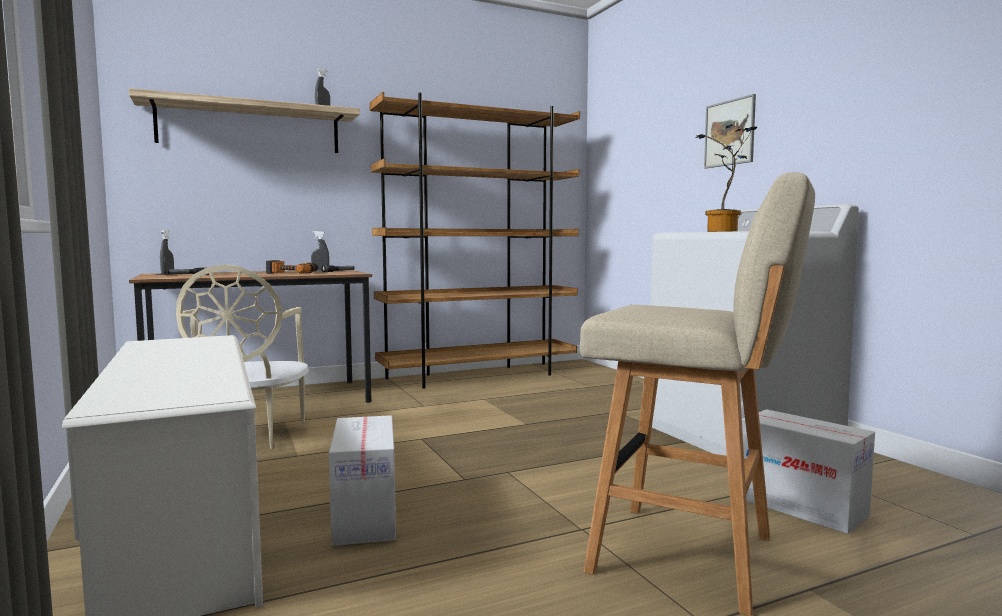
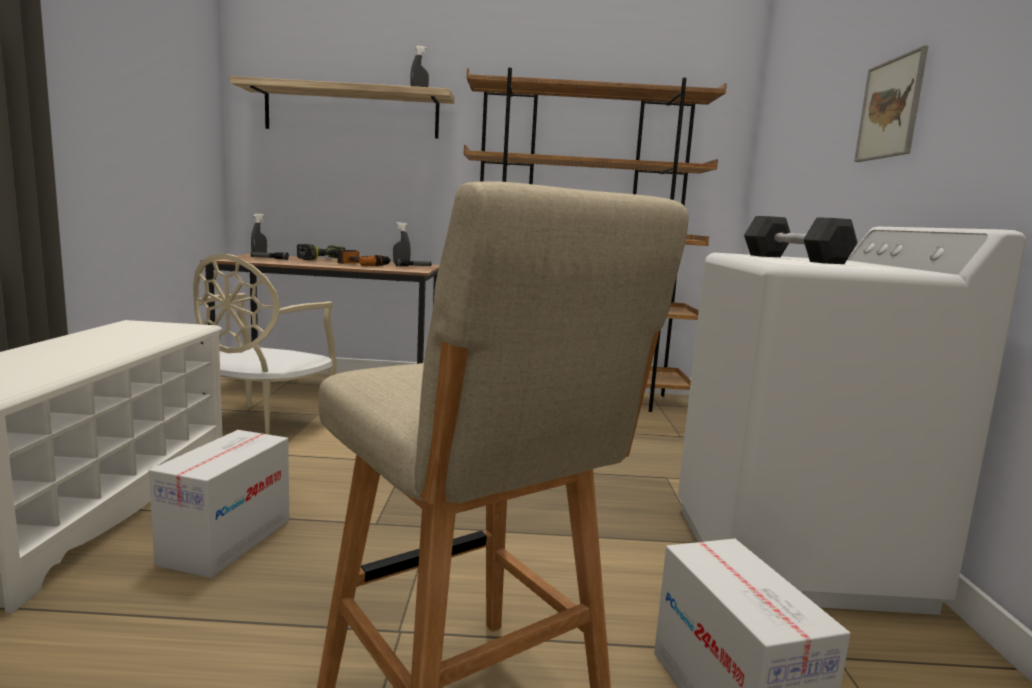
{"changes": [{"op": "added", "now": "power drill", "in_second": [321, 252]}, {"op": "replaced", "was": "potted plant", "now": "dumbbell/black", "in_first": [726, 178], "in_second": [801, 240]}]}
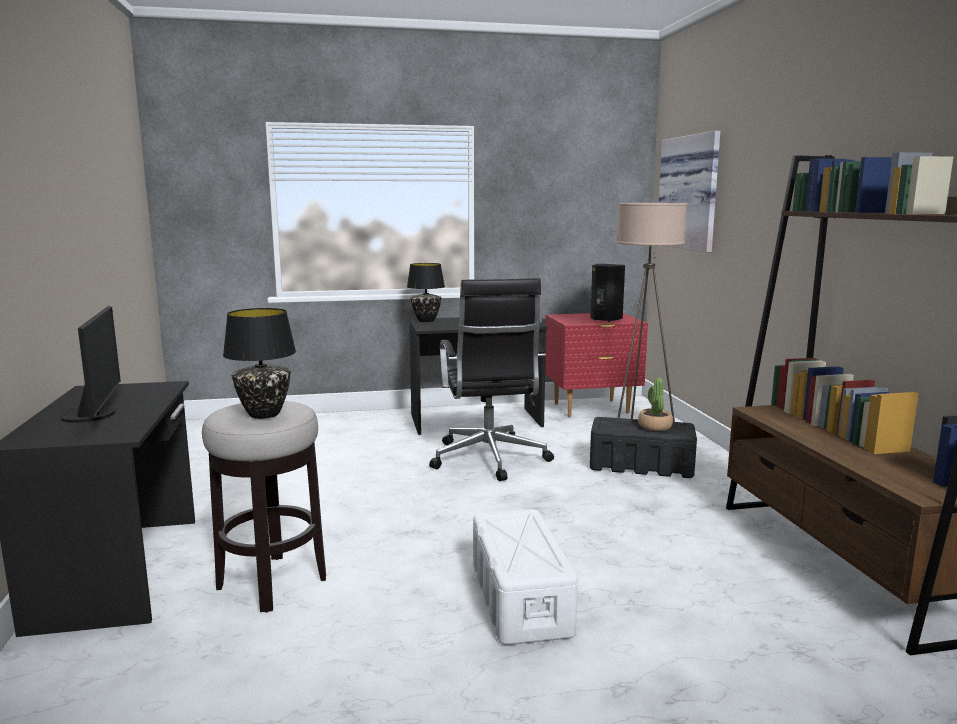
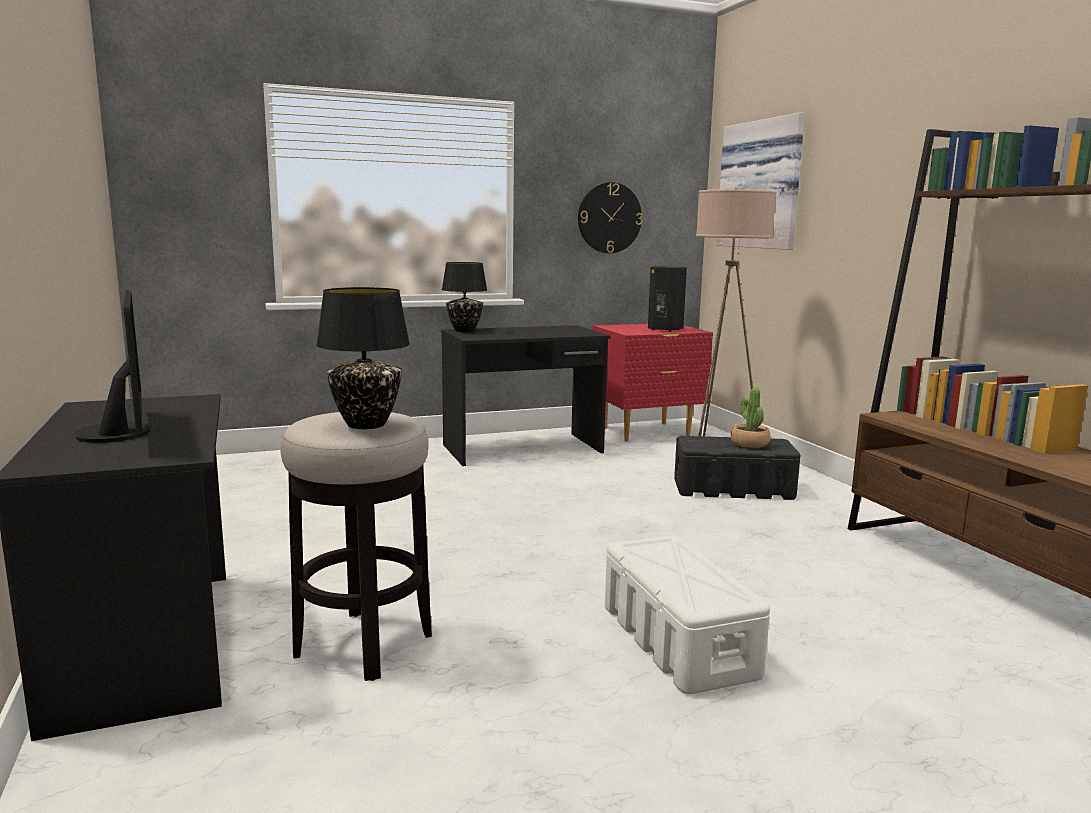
{"changes": [{"op": "added", "now": "wall clock", "in_second": [610, 217]}, {"op": "removed", "was": "office chair/black", "in_first": [491, 379]}]}
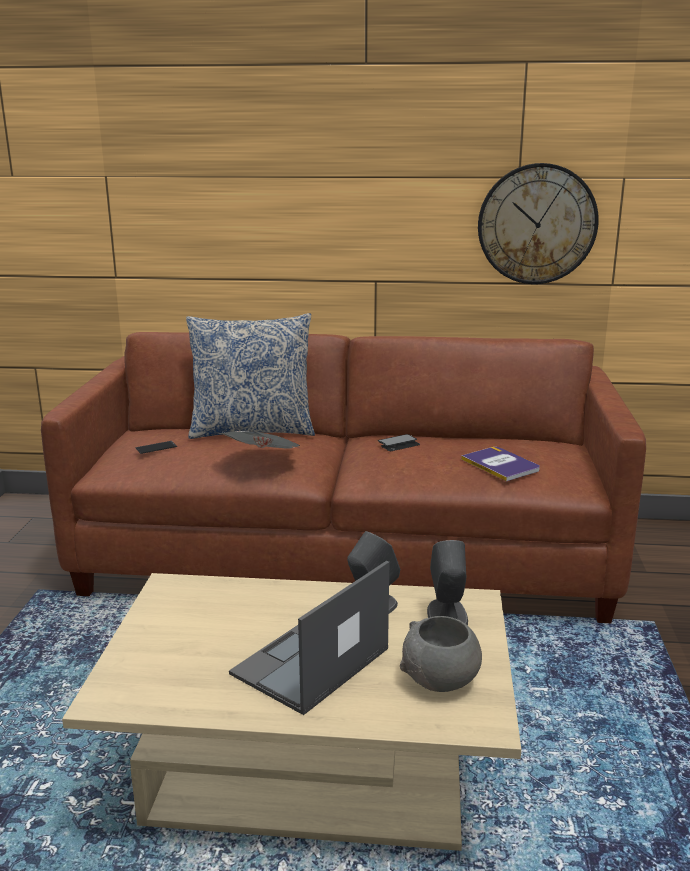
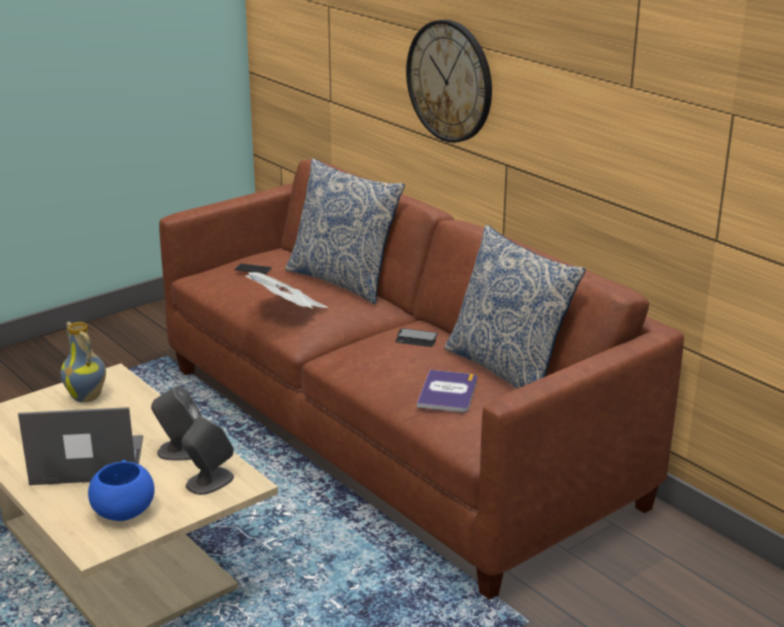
{"changes": [{"op": "added", "now": "vase", "in_second": [83, 362]}, {"op": "recoloured", "was": "bowl/grey", "now": "bowl/blue", "in_first": [441, 654], "in_second": [121, 490]}, {"op": "moved", "was": "wall clock", "in_first": [538, 223], "in_second": [449, 81]}, {"op": "added", "now": "pillow", "in_second": [515, 307]}]}
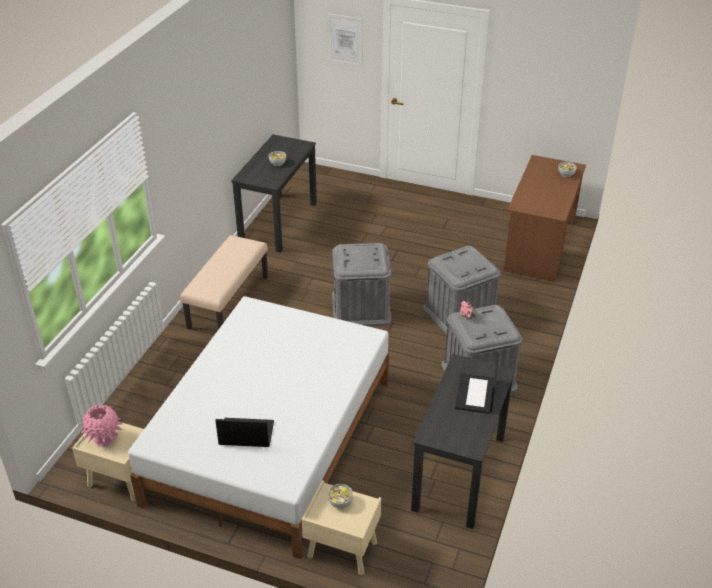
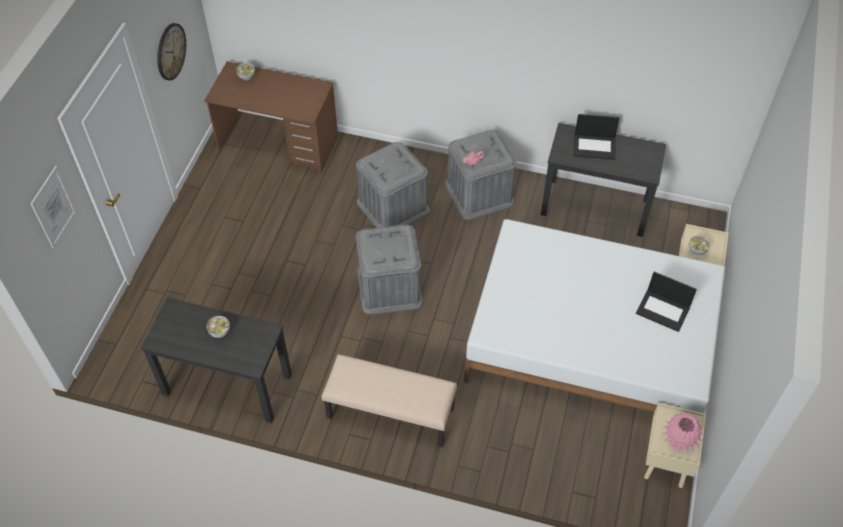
{"changes": [{"op": "added", "now": "wall clock", "in_second": [171, 51]}, {"op": "turned", "was": "laptop", "in_first": [244, 432], "in_second": [666, 302], "clockwise": -60}]}
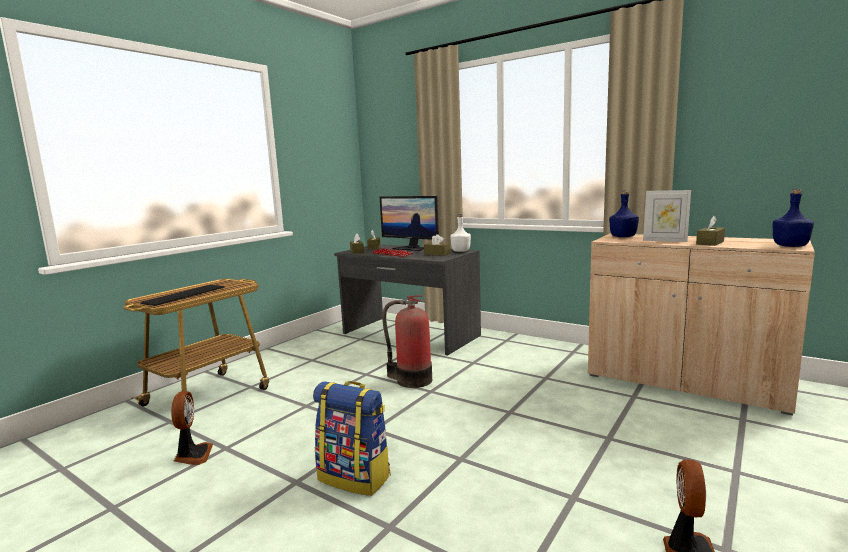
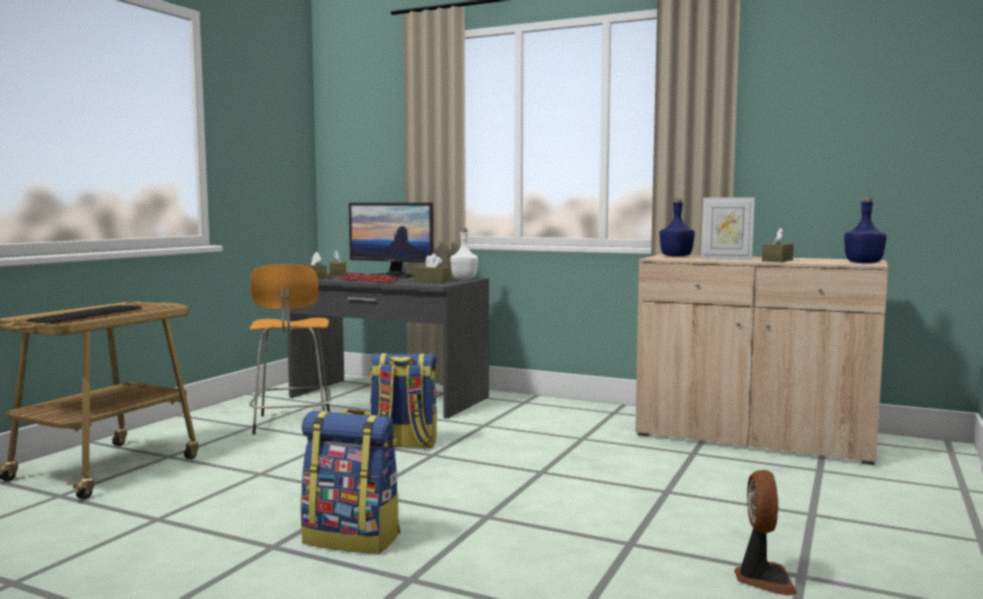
{"changes": [{"op": "added", "now": "stool/orange", "in_second": [290, 349]}, {"op": "replaced", "was": "fire extinguisher", "now": "backpack", "in_first": [407, 341], "in_second": [403, 400]}, {"op": "removed", "was": "fan", "in_first": [192, 428]}]}
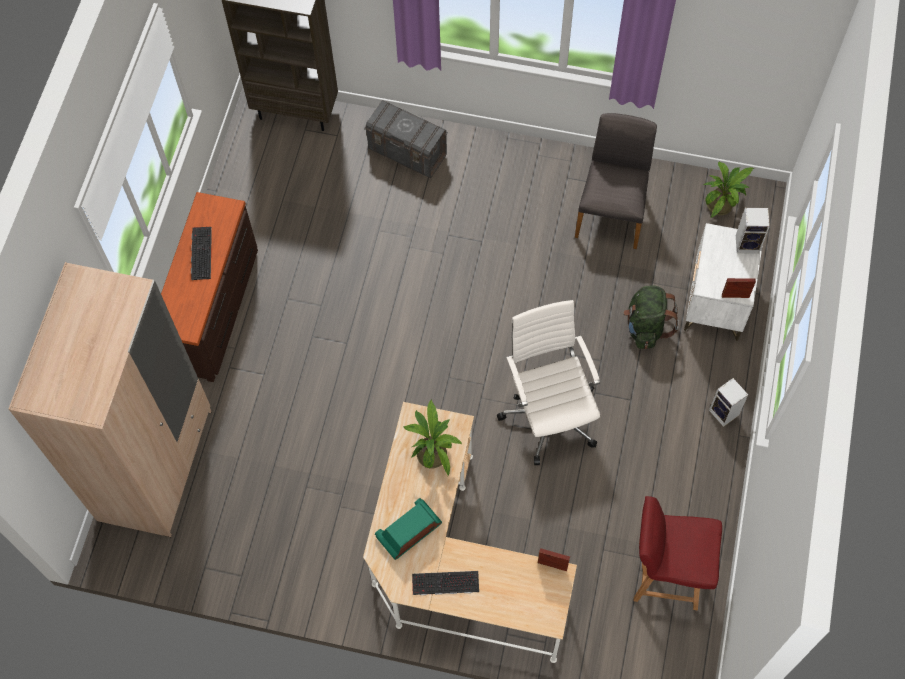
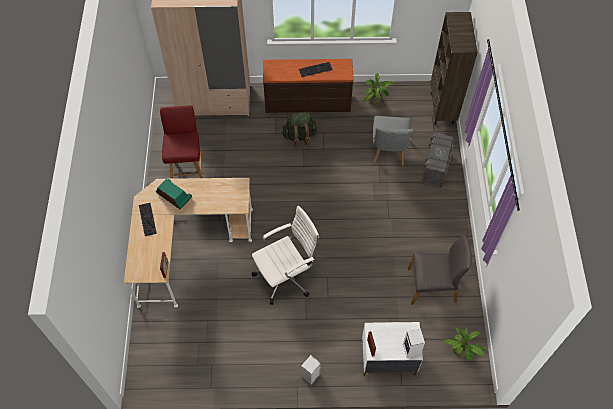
{"changes": [{"op": "moved", "was": "chair/red", "in_first": [677, 553], "in_second": [182, 142]}, {"op": "moved", "was": "backpack/green", "in_first": [651, 317], "in_second": [299, 130]}, {"op": "moved", "was": "potted plant", "in_first": [432, 437], "in_second": [379, 89]}, {"op": "added", "now": "chair/grey", "in_second": [393, 141]}]}
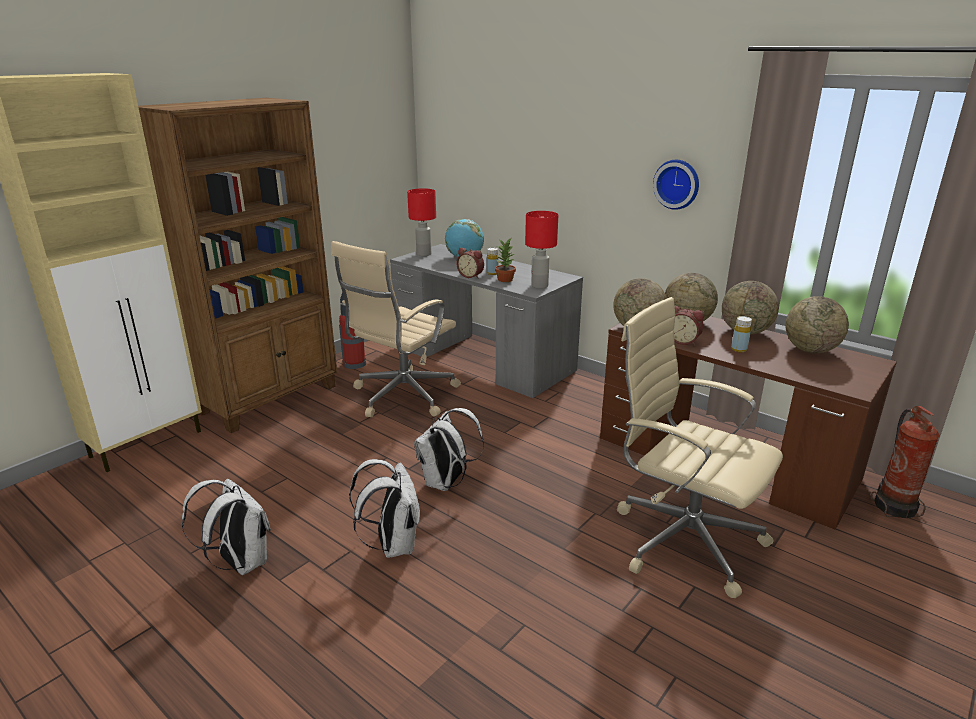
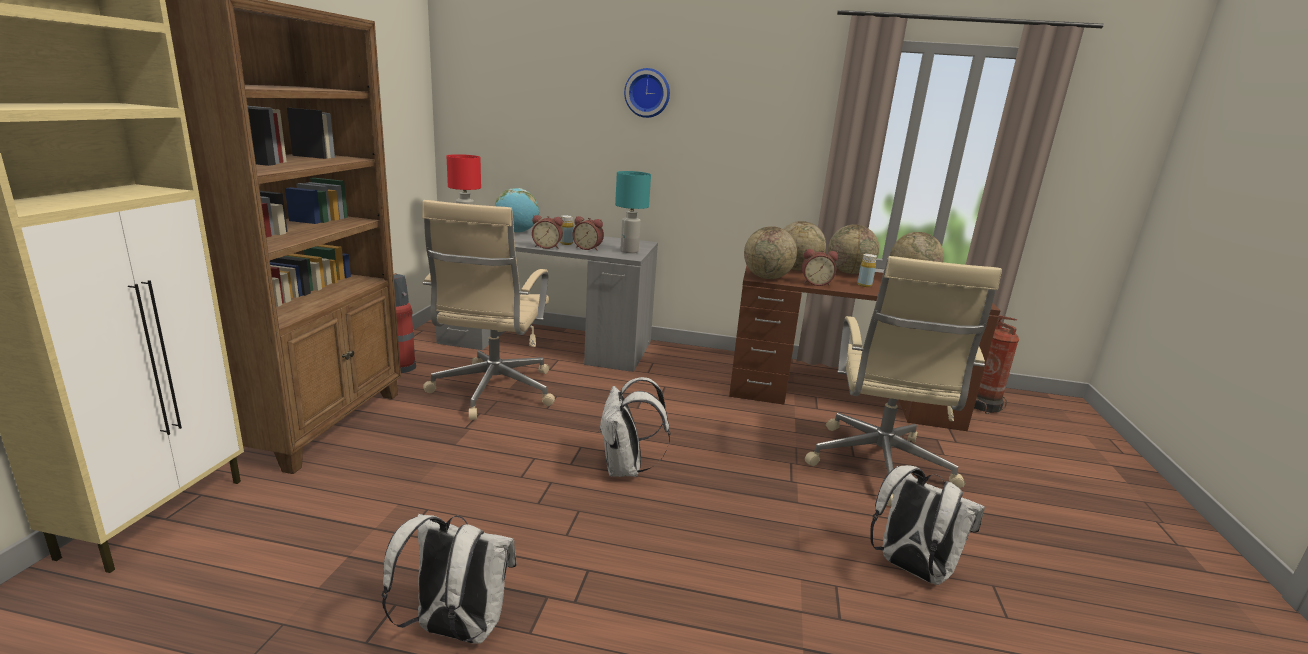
{"changes": [{"op": "replaced", "was": "potted plant", "now": "alarm clock", "in_first": [505, 260], "in_second": [588, 233]}, {"op": "recoloured", "was": "table lamp/red", "now": "table lamp/turquoise", "in_first": [541, 250], "in_second": [633, 212]}, {"op": "moved", "was": "wall clock", "in_first": [676, 185], "in_second": [647, 93]}, {"op": "turned", "was": "office chair/beige", "in_first": [700, 447], "in_second": [903, 381], "clockwise": -90}, {"op": "moved", "was": "backpack/white", "in_first": [384, 508], "in_second": [927, 525]}]}
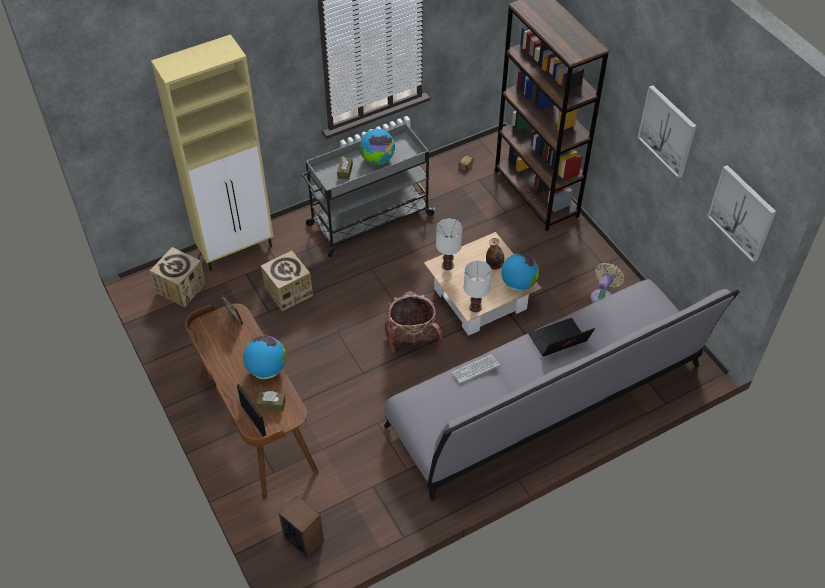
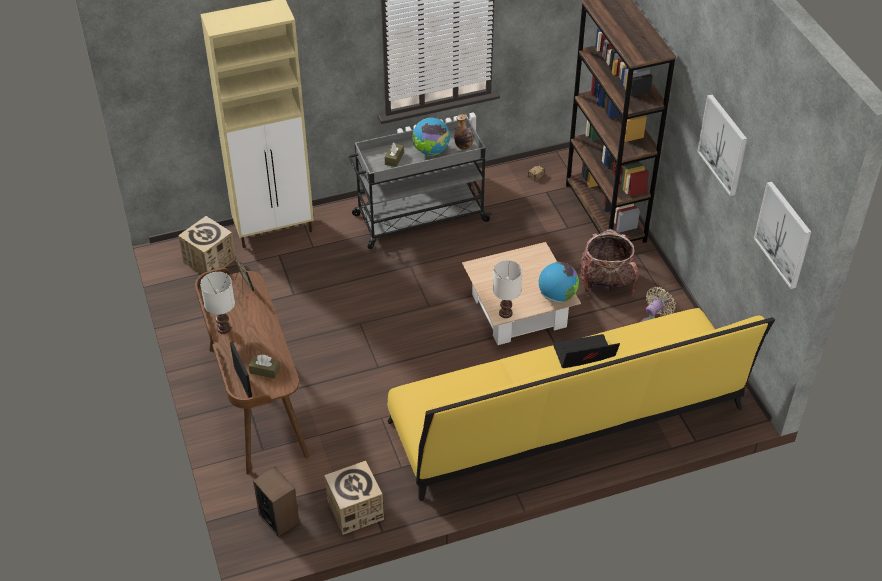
{"changes": [{"op": "moved", "was": "table lamp/white", "in_first": [449, 244], "in_second": [217, 303]}, {"op": "moved", "was": "cardboard box", "in_first": [287, 281], "in_second": [354, 498]}, {"op": "recoloured", "was": "sofa/grey", "now": "sofa/yellow", "in_first": [562, 390], "in_second": [581, 404]}, {"op": "moved", "was": "bottle", "in_first": [495, 254], "in_second": [463, 132]}, {"op": "moved", "was": "backpack", "in_first": [414, 322], "in_second": [608, 262]}, {"op": "removed", "was": "globe", "in_first": [264, 357]}, {"op": "removed", "was": "keyboard", "in_first": [476, 369]}]}
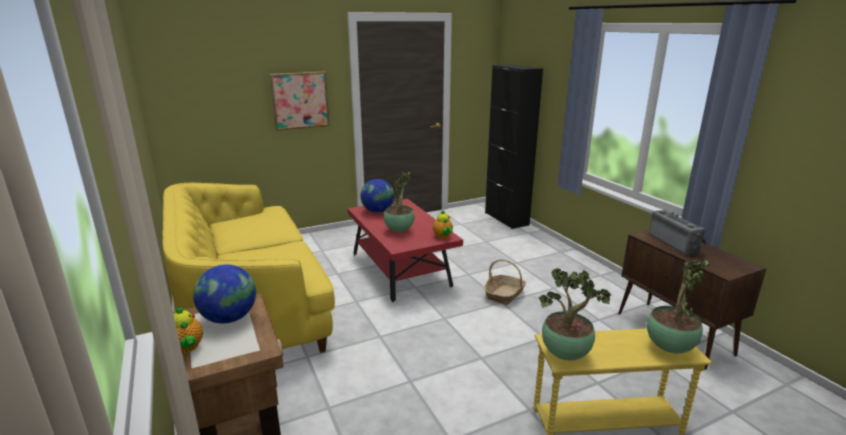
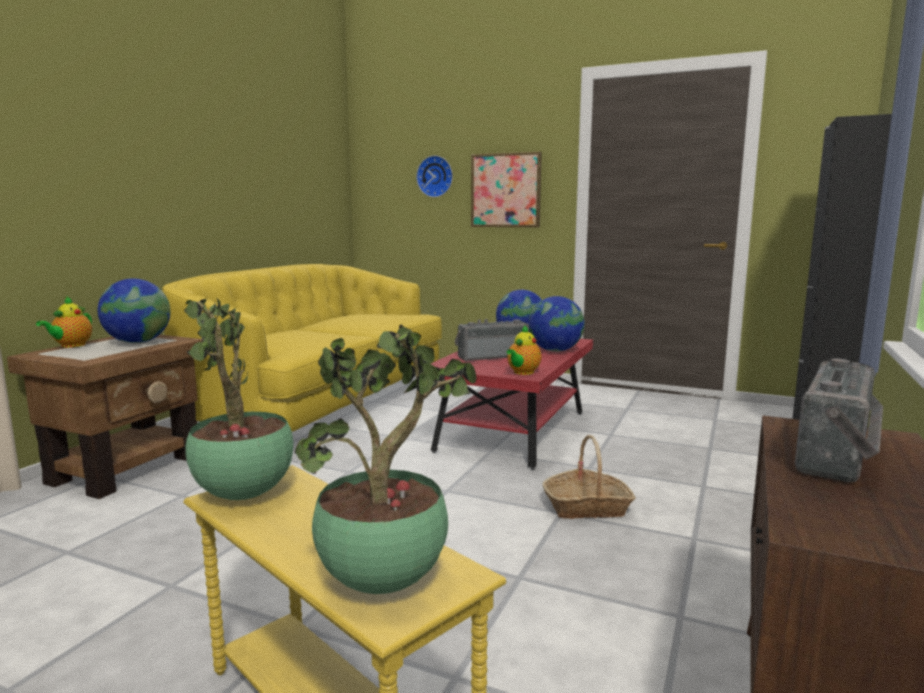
{"changes": [{"op": "added", "now": "wall clock", "in_second": [434, 176]}, {"op": "replaced", "was": "potted plant", "now": "radio", "in_first": [399, 202], "in_second": [492, 340]}, {"op": "added", "now": "globe", "in_second": [557, 324]}]}
